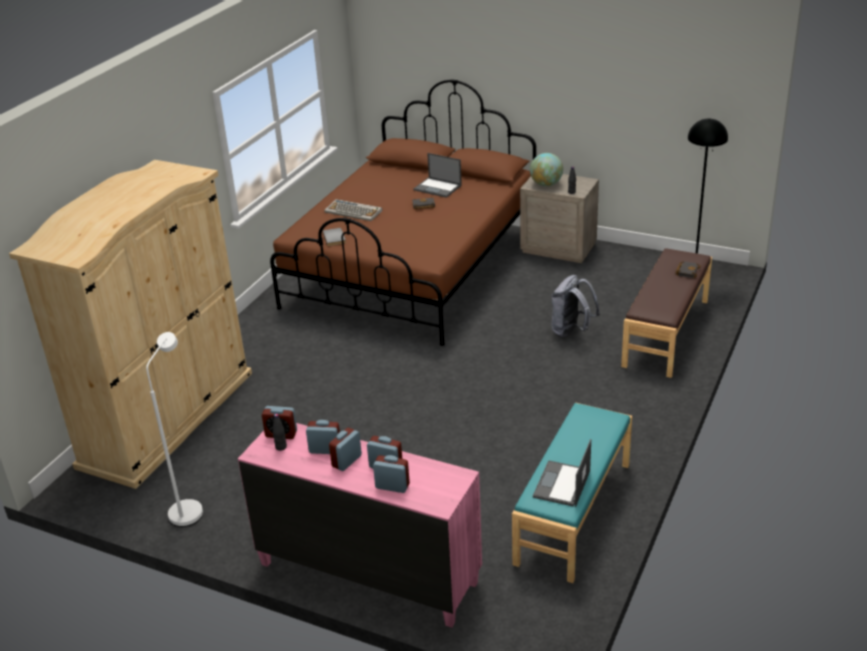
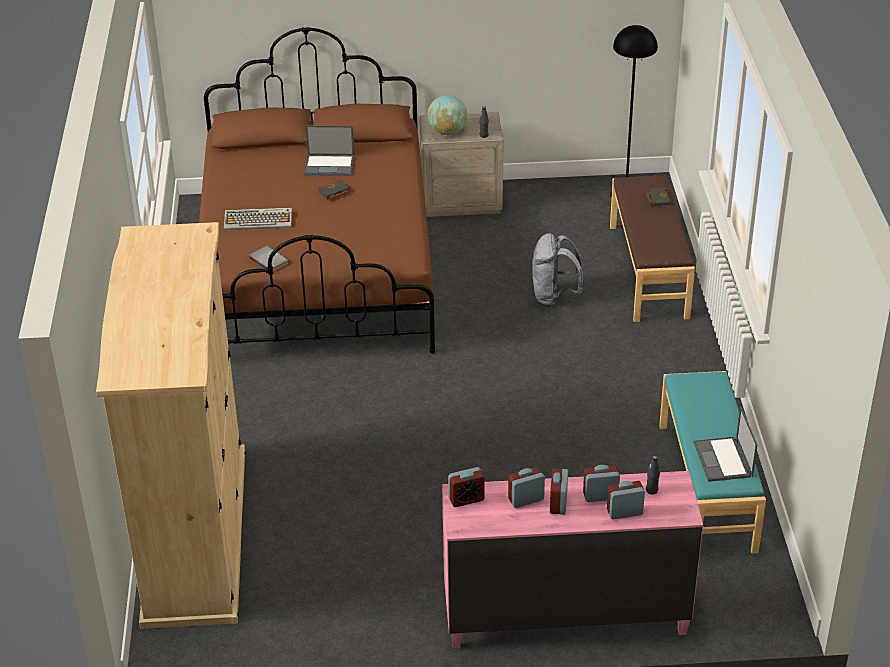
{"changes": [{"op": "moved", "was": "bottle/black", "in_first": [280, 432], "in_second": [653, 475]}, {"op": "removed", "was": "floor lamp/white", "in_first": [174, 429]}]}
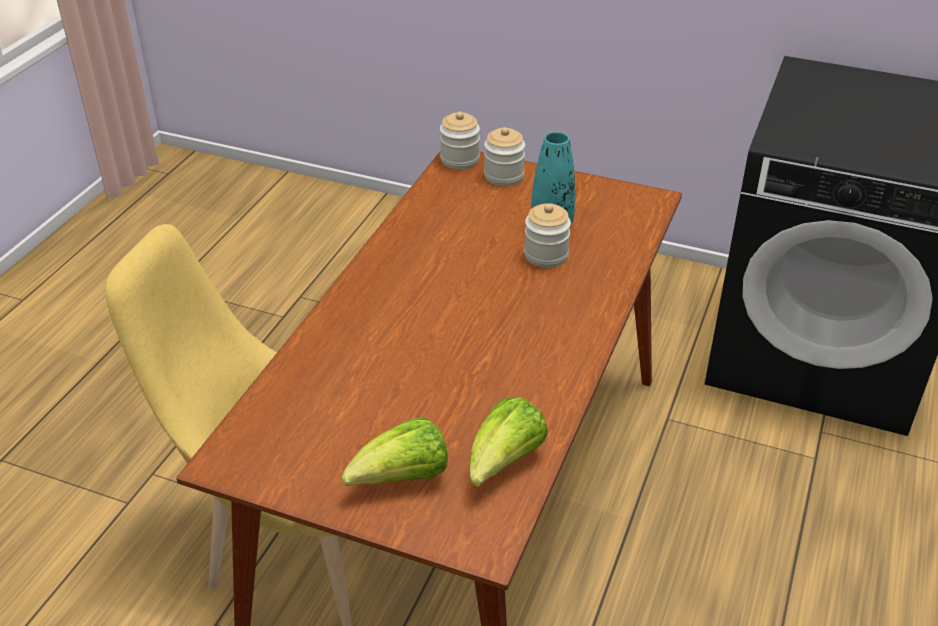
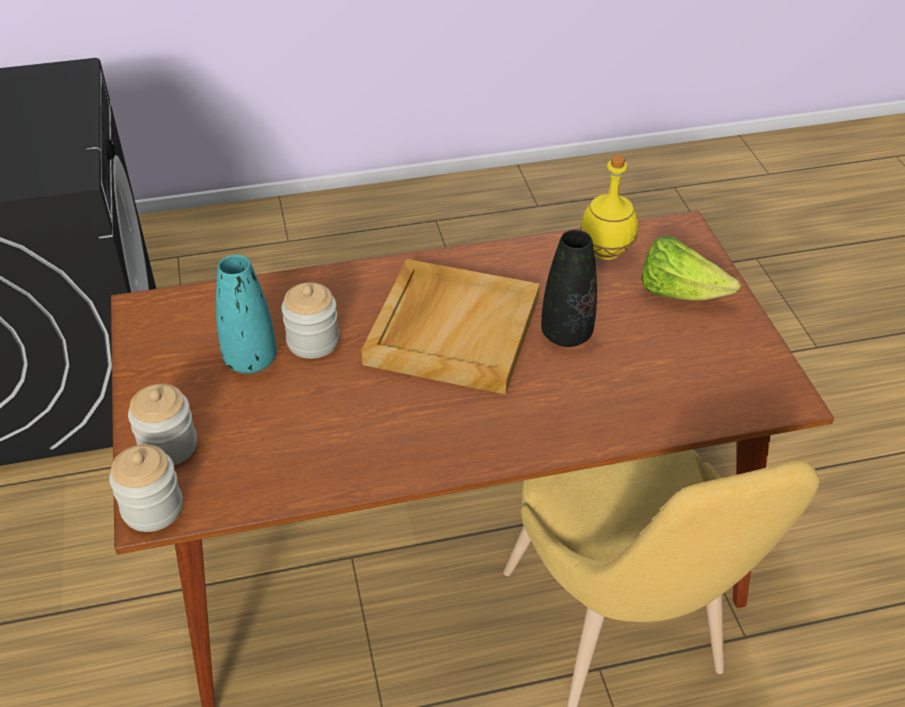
{"changes": [{"op": "added", "now": "tray/beige", "in_second": [450, 327]}, {"op": "added", "now": "vase/black", "in_second": [569, 288]}, {"op": "replaced", "was": "lettuce", "now": "bottle/yellow", "in_first": [509, 442], "in_second": [609, 207]}]}
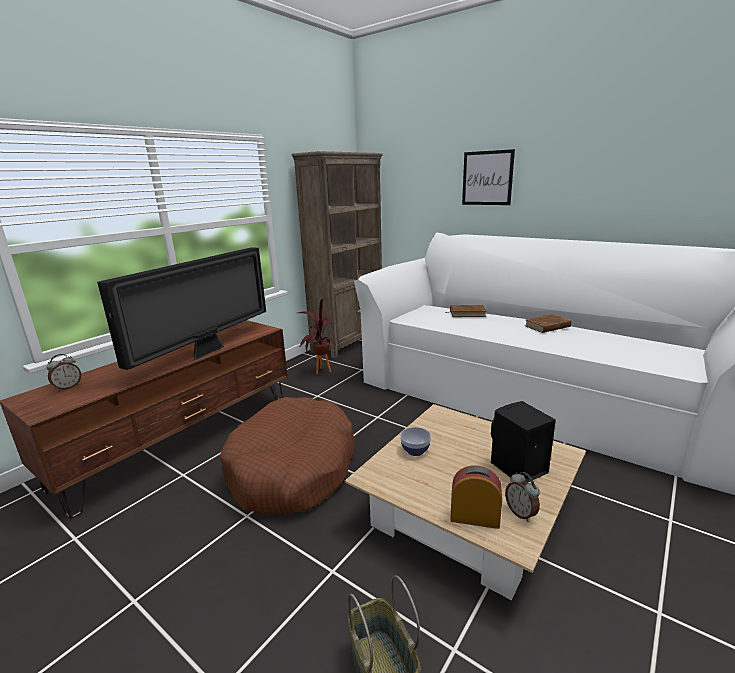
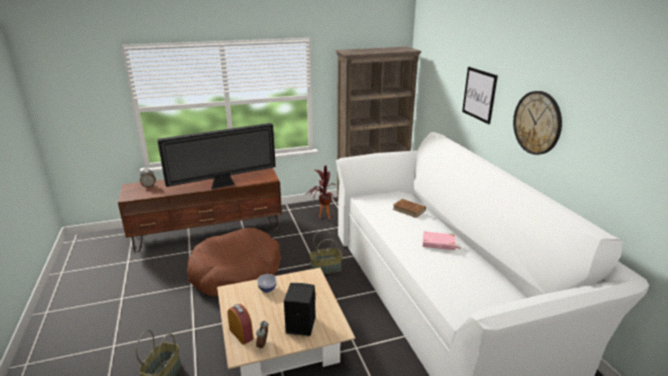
{"changes": [{"op": "added", "now": "basket", "in_second": [326, 252]}, {"op": "recoloured", "was": "book/brown", "now": "book/pink", "in_first": [548, 323], "in_second": [442, 240]}, {"op": "added", "now": "wall clock", "in_second": [537, 123]}]}
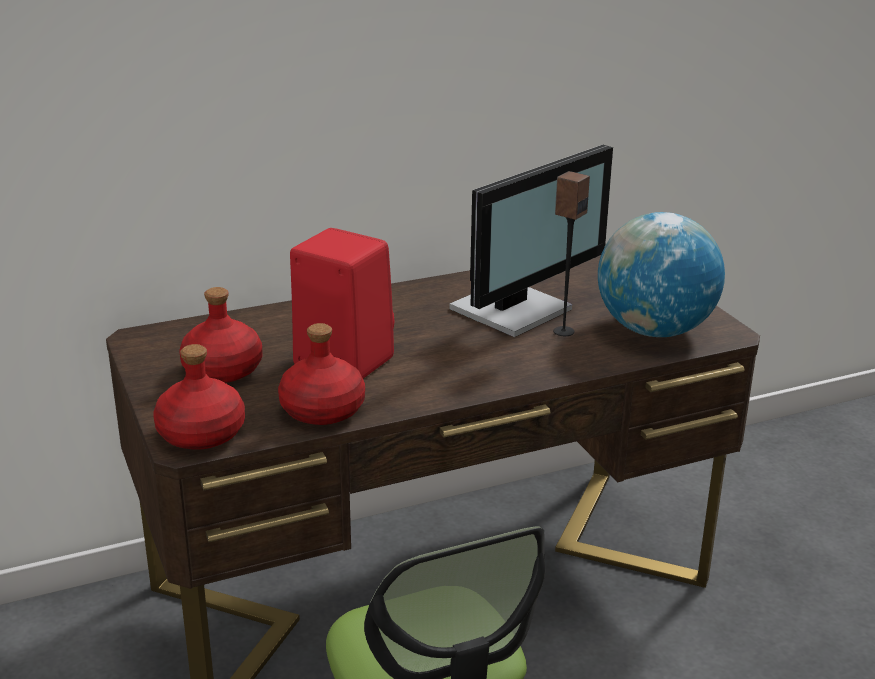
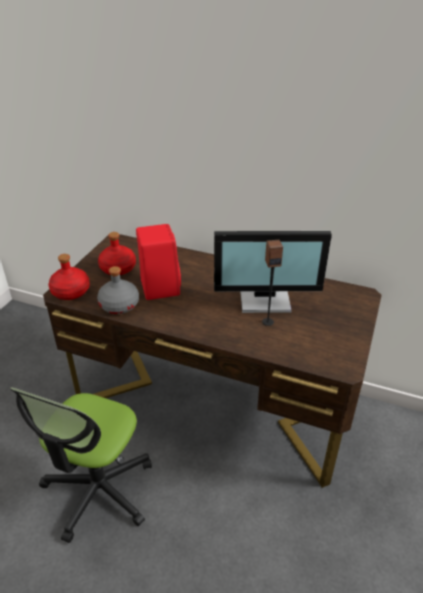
{"changes": [{"op": "recoloured", "was": "bottle/red", "now": "bottle/grey", "in_first": [321, 374], "in_second": [118, 290]}, {"op": "removed", "was": "globe", "in_first": [661, 274]}]}
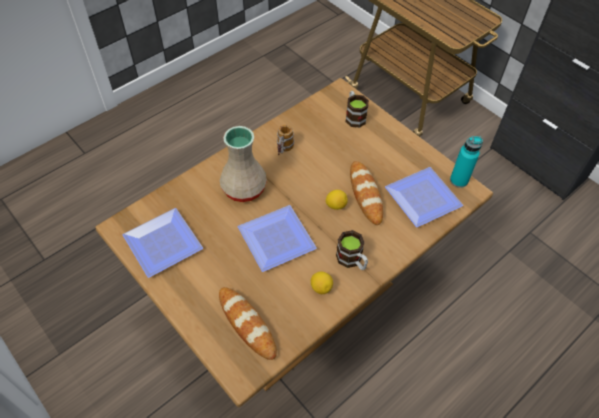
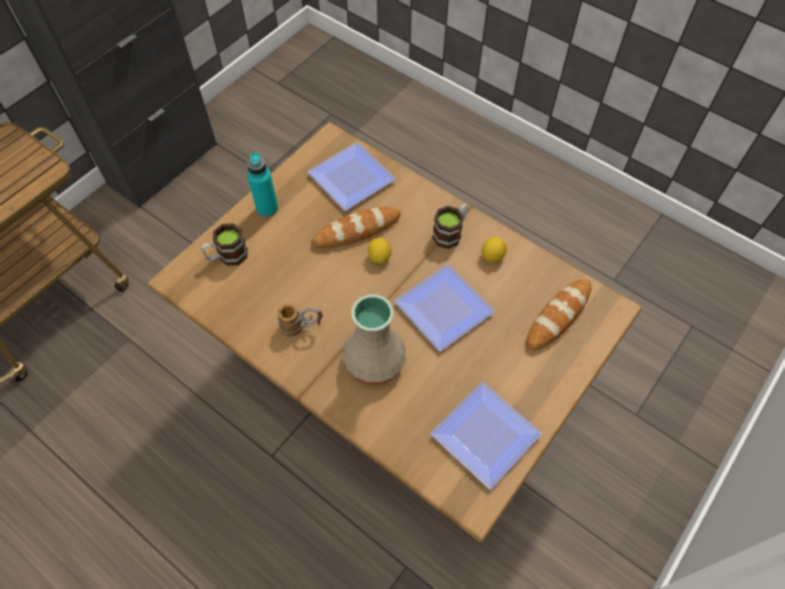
{"changes": [{"op": "moved", "was": "bottle/turquoise", "in_first": [466, 162], "in_second": [262, 184]}]}
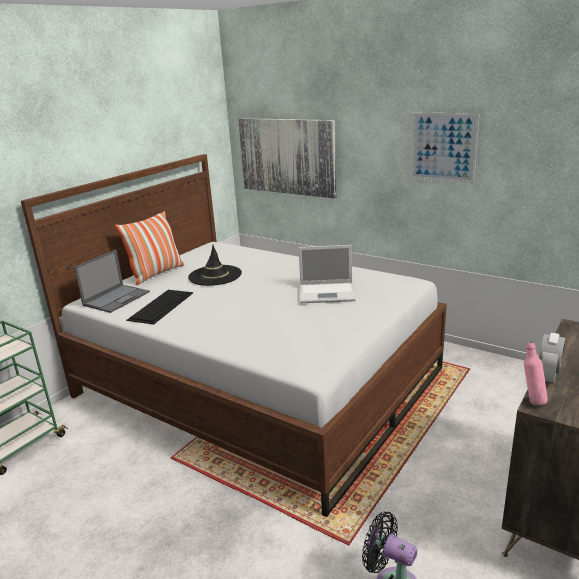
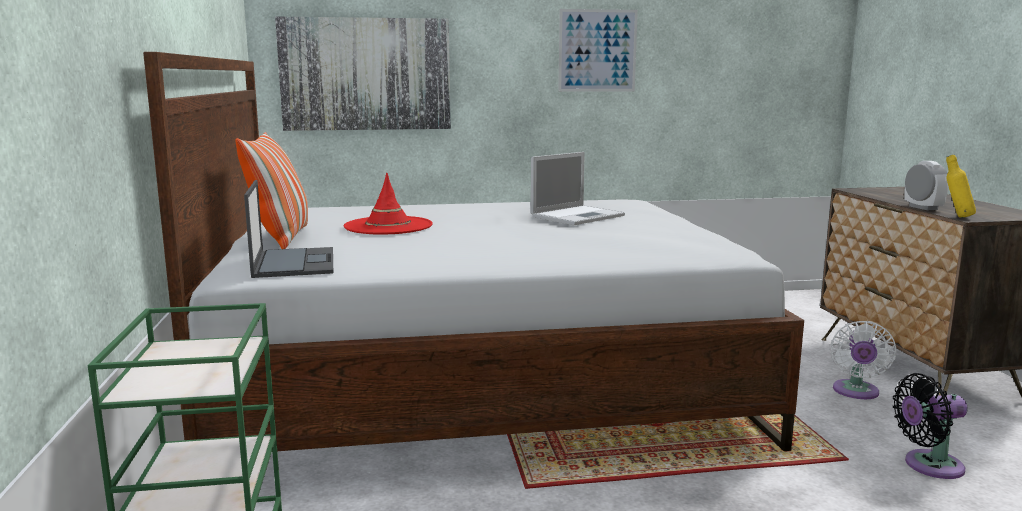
{"changes": [{"op": "recoloured", "was": "hat/black", "now": "hat/red", "in_first": [215, 265], "in_second": [388, 204]}, {"op": "added", "now": "fan/white", "in_second": [863, 360]}, {"op": "recoloured", "was": "bottle/pink", "now": "bottle/yellow", "in_first": [536, 373], "in_second": [961, 186]}, {"op": "removed", "was": "keyboard", "in_first": [159, 307]}]}
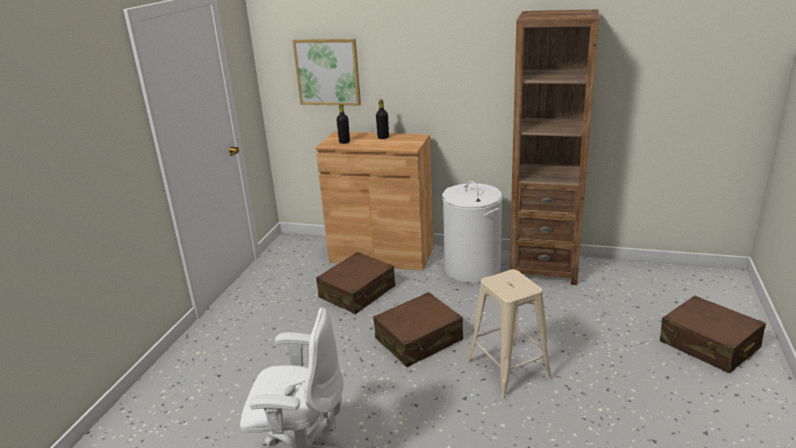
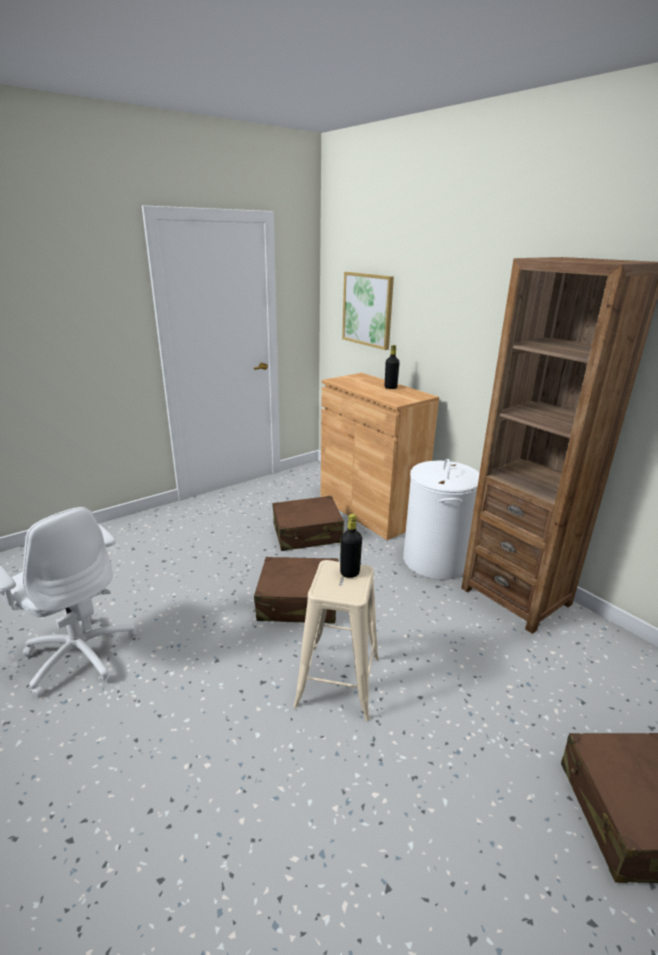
{"changes": [{"op": "moved", "was": "bottle/black", "in_first": [343, 124], "in_second": [351, 546]}]}
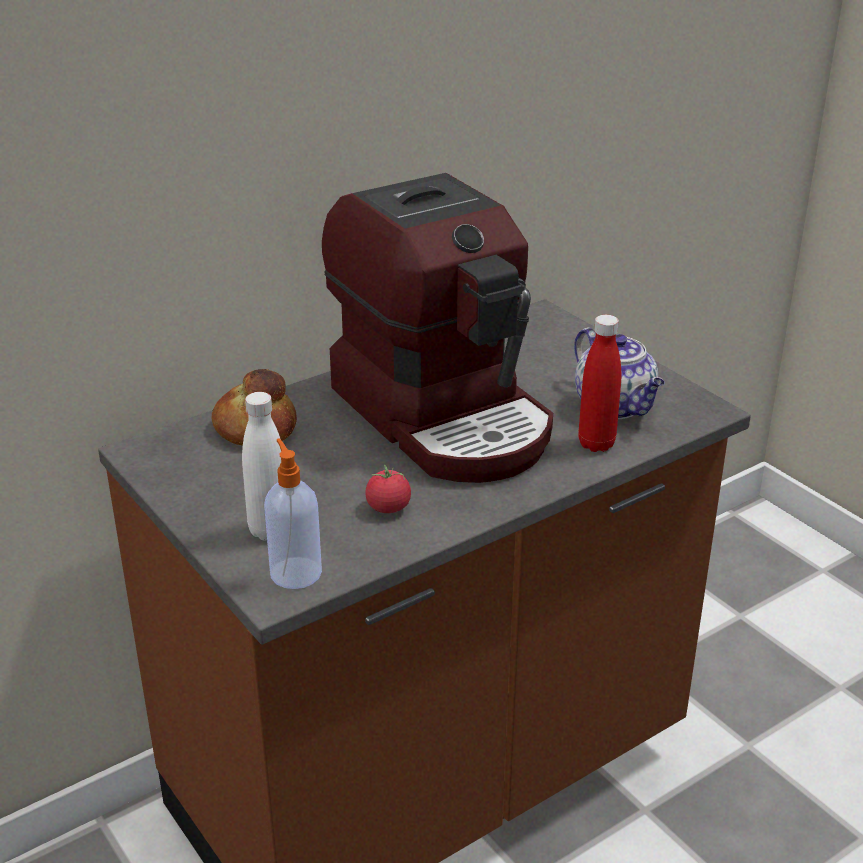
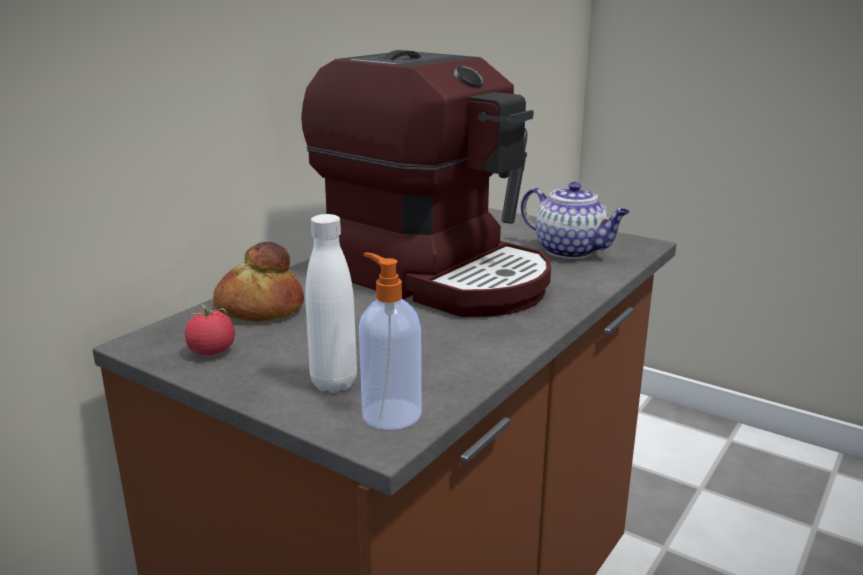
{"changes": [{"op": "moved", "was": "tomato", "in_first": [388, 489], "in_second": [210, 330]}, {"op": "removed", "was": "bottle/red", "in_first": [599, 383]}]}
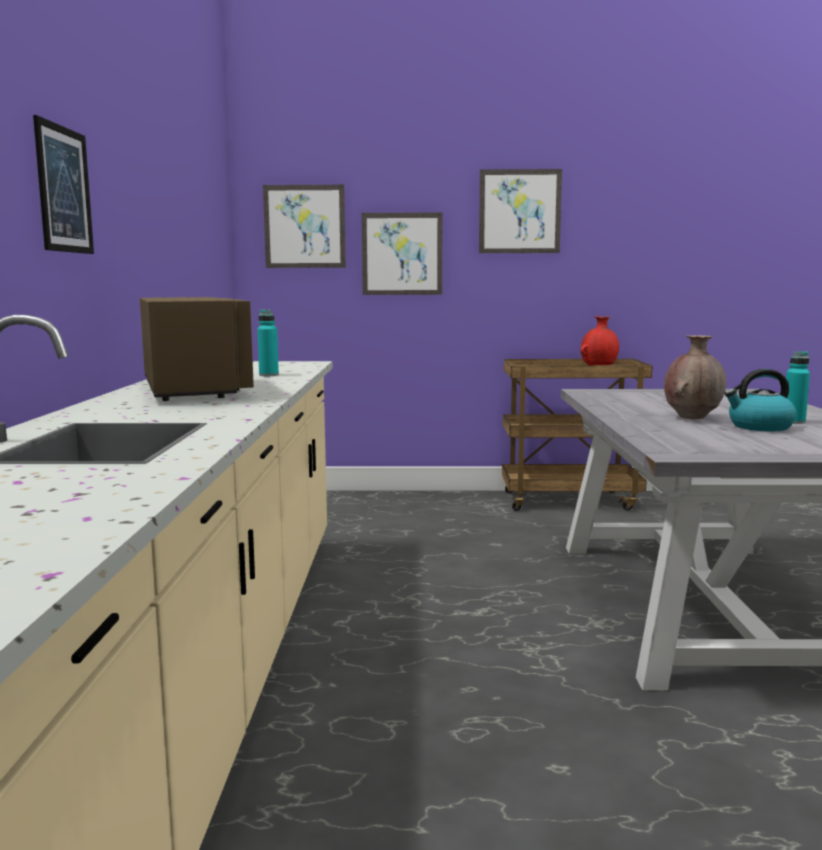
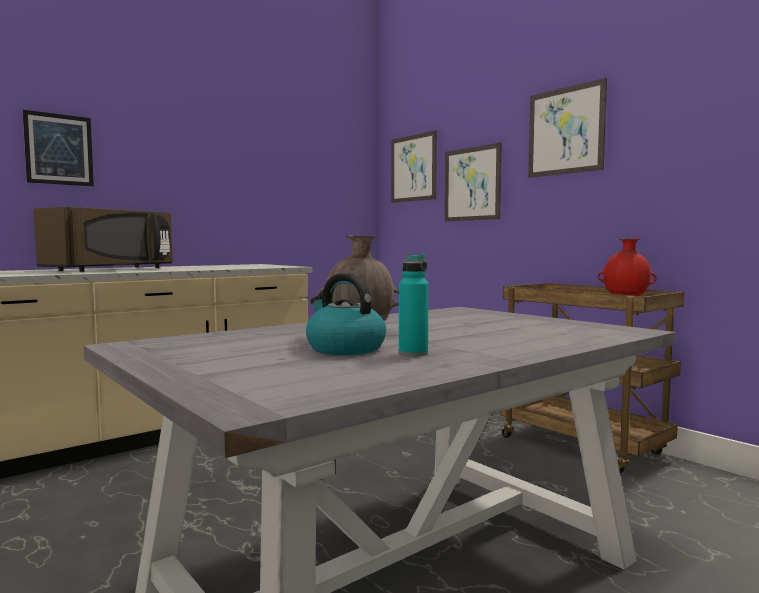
{"changes": [{"op": "removed", "was": "bottle/turquoise", "in_first": [268, 343]}]}
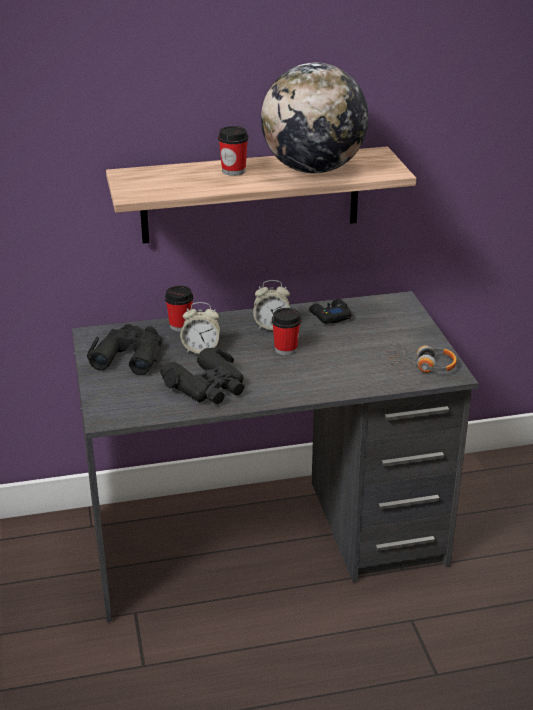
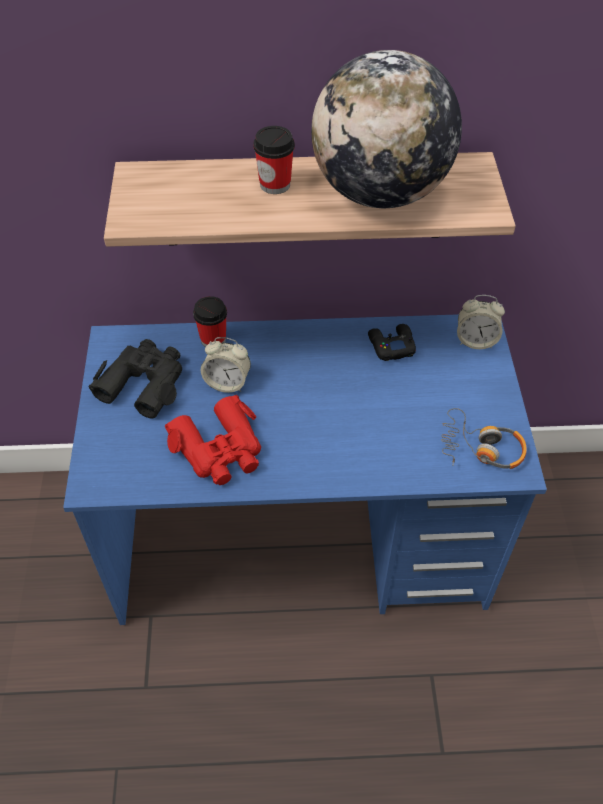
{"changes": [{"op": "recoloured", "was": "desk/grey", "now": "desk/blue", "in_first": [275, 456], "in_second": [305, 469]}, {"op": "recoloured", "was": "binoculars/black", "now": "binoculars/red", "in_first": [202, 375], "in_second": [213, 440]}, {"op": "moved", "was": "alarm clock", "in_first": [271, 305], "in_second": [481, 322]}, {"op": "removed", "was": "cup", "in_first": [286, 331]}]}
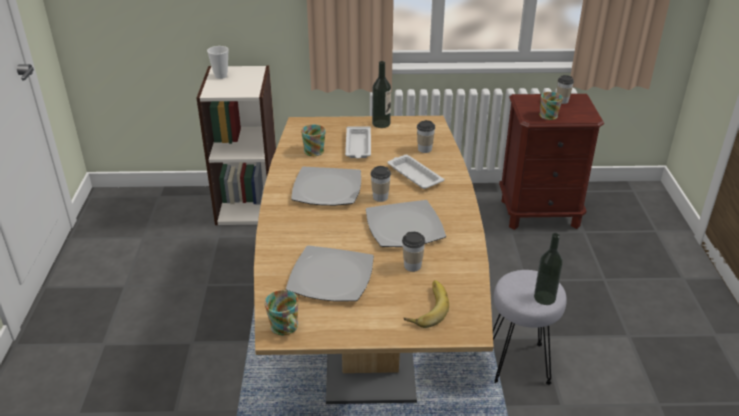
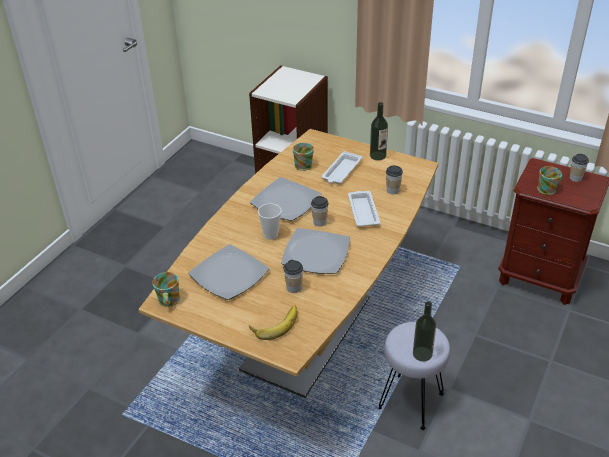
{"changes": [{"op": "moved", "was": "cup", "in_first": [218, 62], "in_second": [270, 221]}]}
